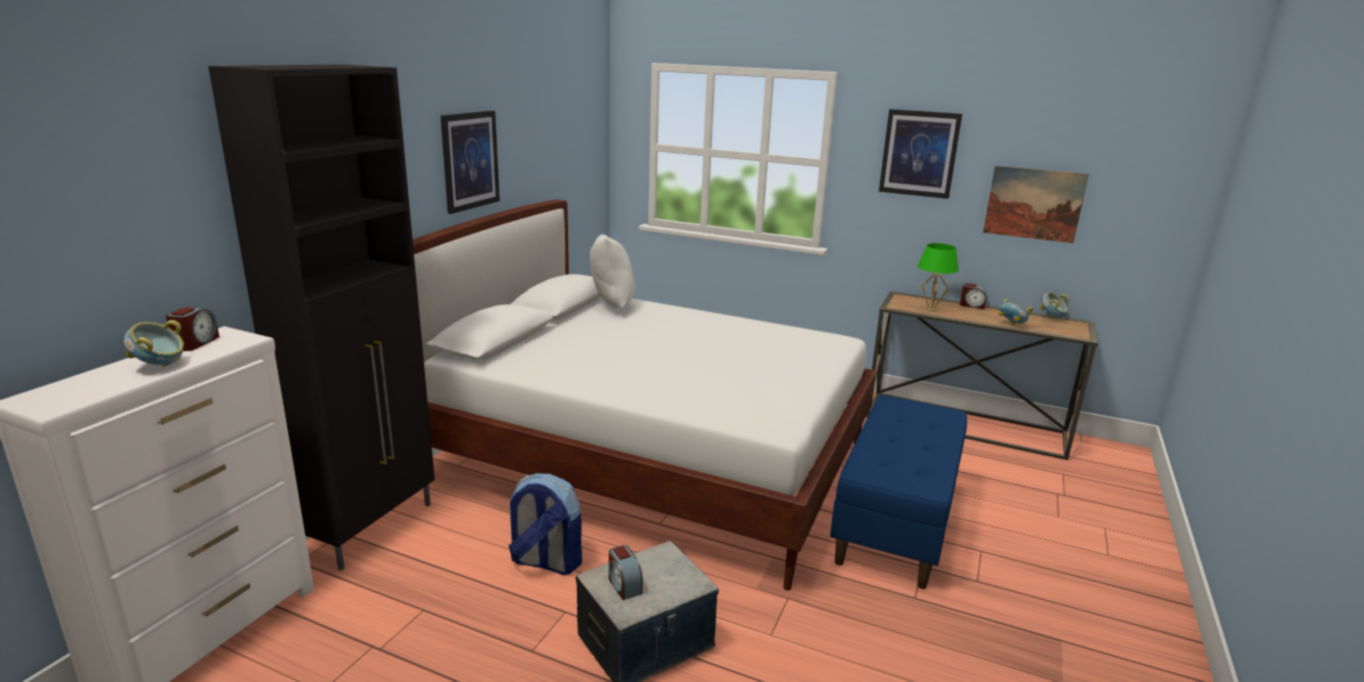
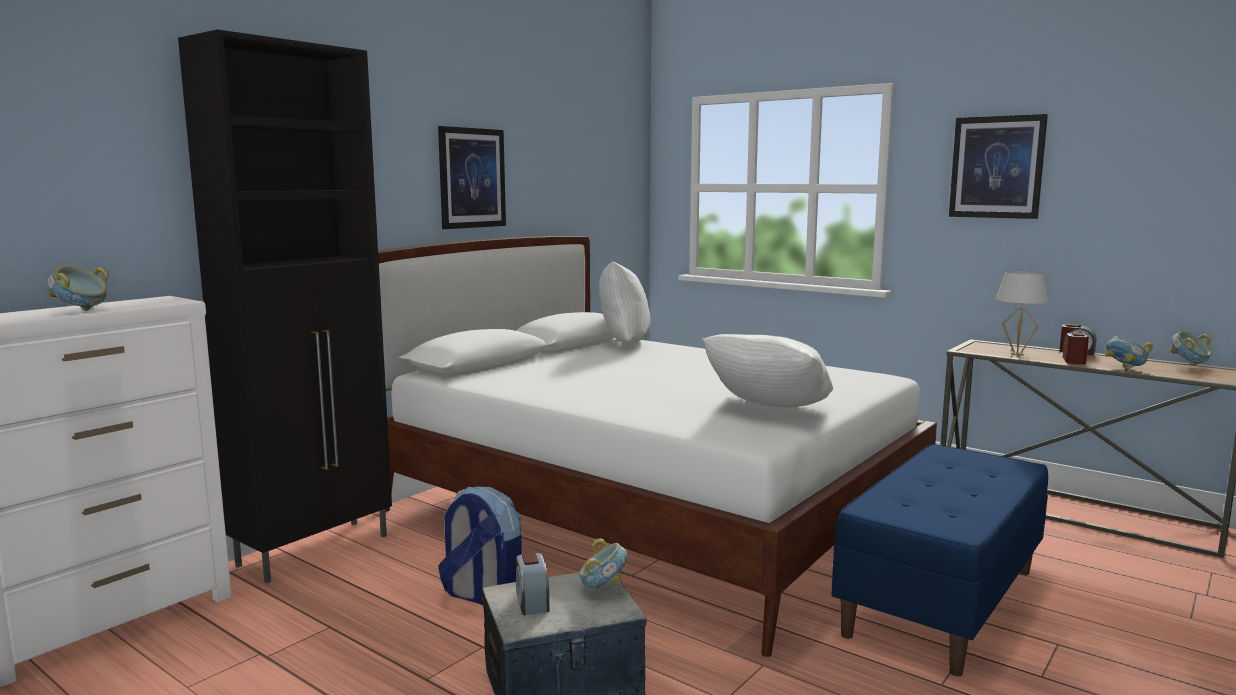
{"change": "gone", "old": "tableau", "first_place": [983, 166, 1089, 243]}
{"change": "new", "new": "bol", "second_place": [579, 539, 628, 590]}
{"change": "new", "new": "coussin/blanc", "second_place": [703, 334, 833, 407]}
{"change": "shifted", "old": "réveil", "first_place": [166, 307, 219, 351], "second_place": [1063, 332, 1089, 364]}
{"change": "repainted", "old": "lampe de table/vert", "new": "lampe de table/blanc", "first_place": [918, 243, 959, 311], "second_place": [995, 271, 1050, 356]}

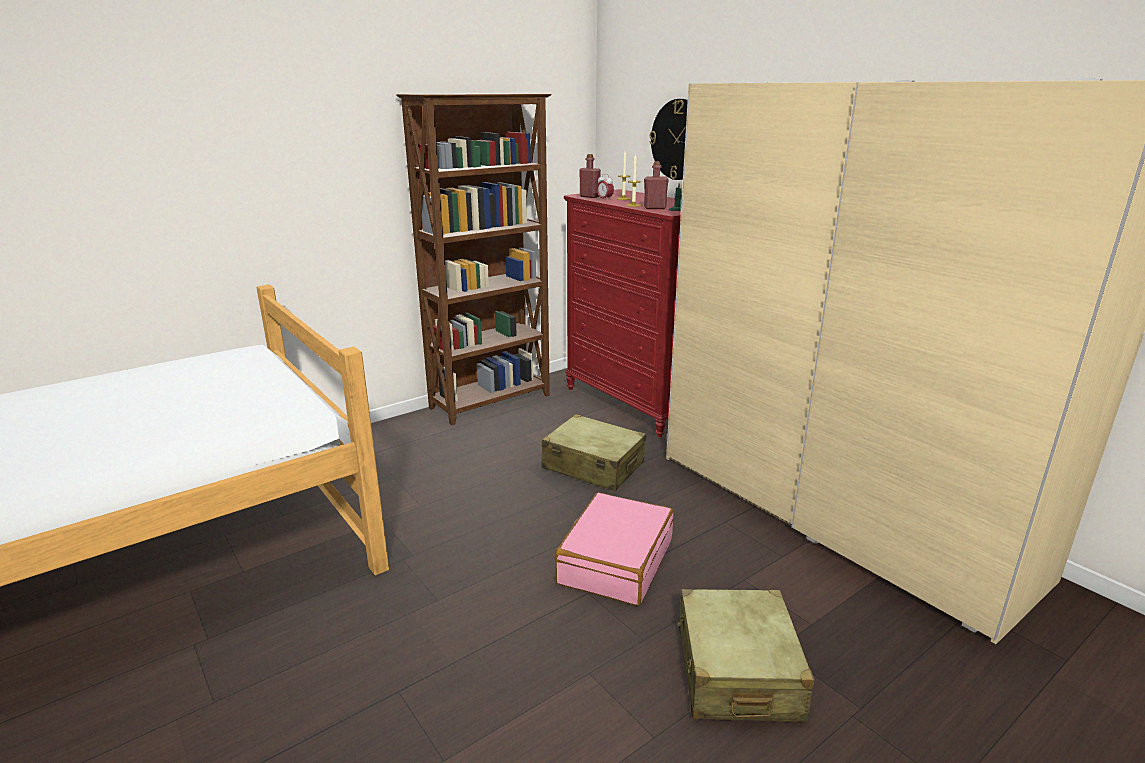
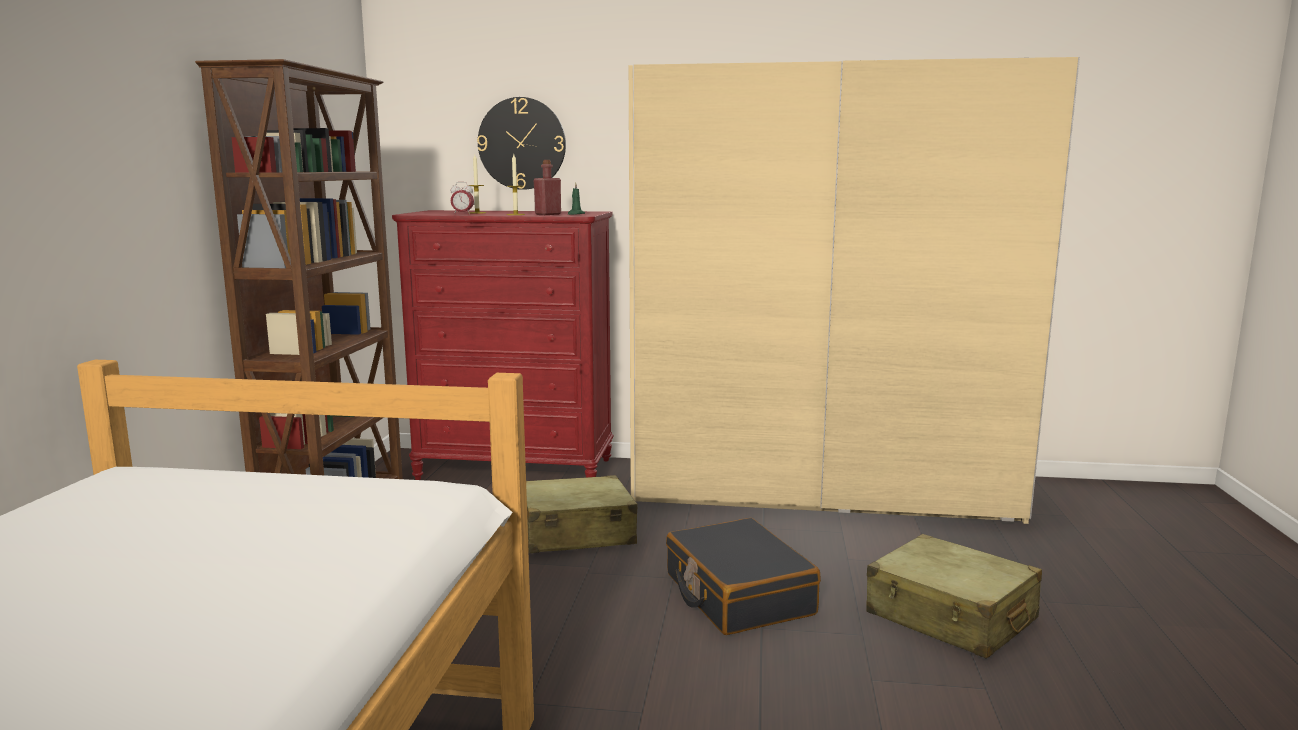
{"change": "gone", "old": "bouteille/rouge", "first_place": [579, 154, 601, 198]}
{"change": "repainted", "old": "valise/rose", "new": "valise/noir", "first_place": [555, 492, 673, 606], "second_place": [666, 518, 821, 635]}

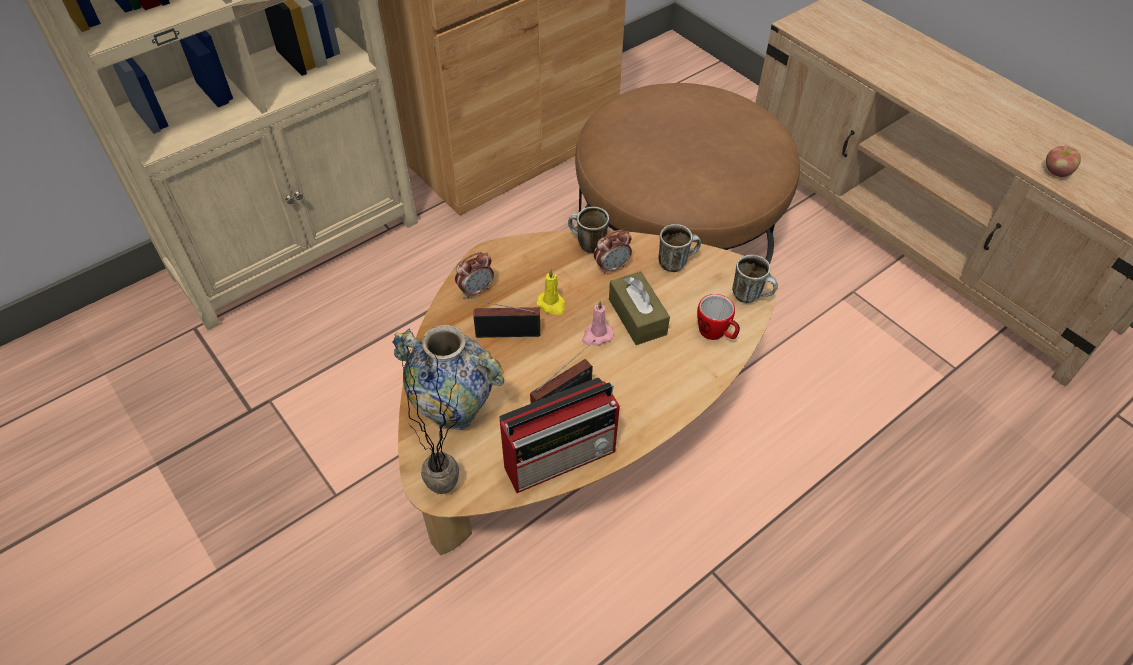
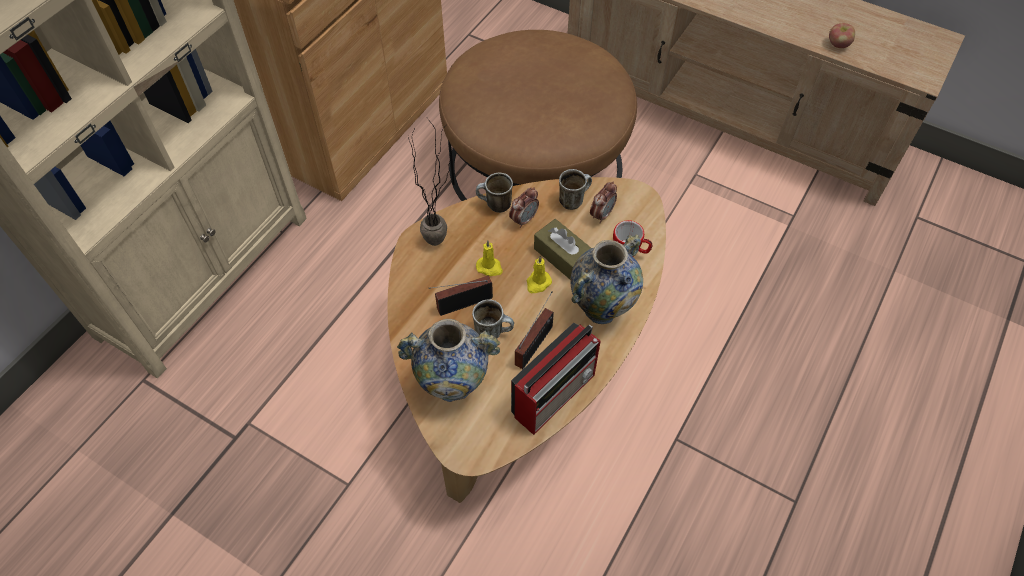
{"change": "new", "new": "vase", "second_place": [570, 235, 643, 324]}
{"change": "shifted", "old": "plante en pot", "first_place": [402, 342, 464, 494], "second_place": [408, 118, 454, 246]}
{"change": "shifted", "old": "réveil", "first_place": [455, 252, 494, 299], "second_place": [590, 181, 617, 223]}
{"change": "shifted", "old": "mug", "first_place": [732, 255, 778, 303], "second_place": [472, 299, 514, 338]}
{"change": "repainted", "old": "bougie/rose", "new": "bougie/jaune", "first_place": [582, 301, 613, 346], "second_place": [527, 256, 552, 293]}

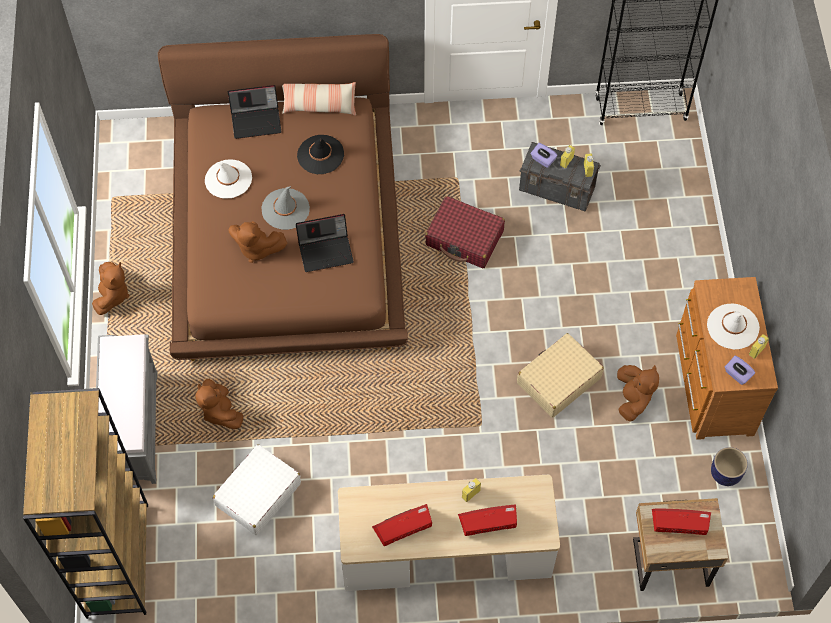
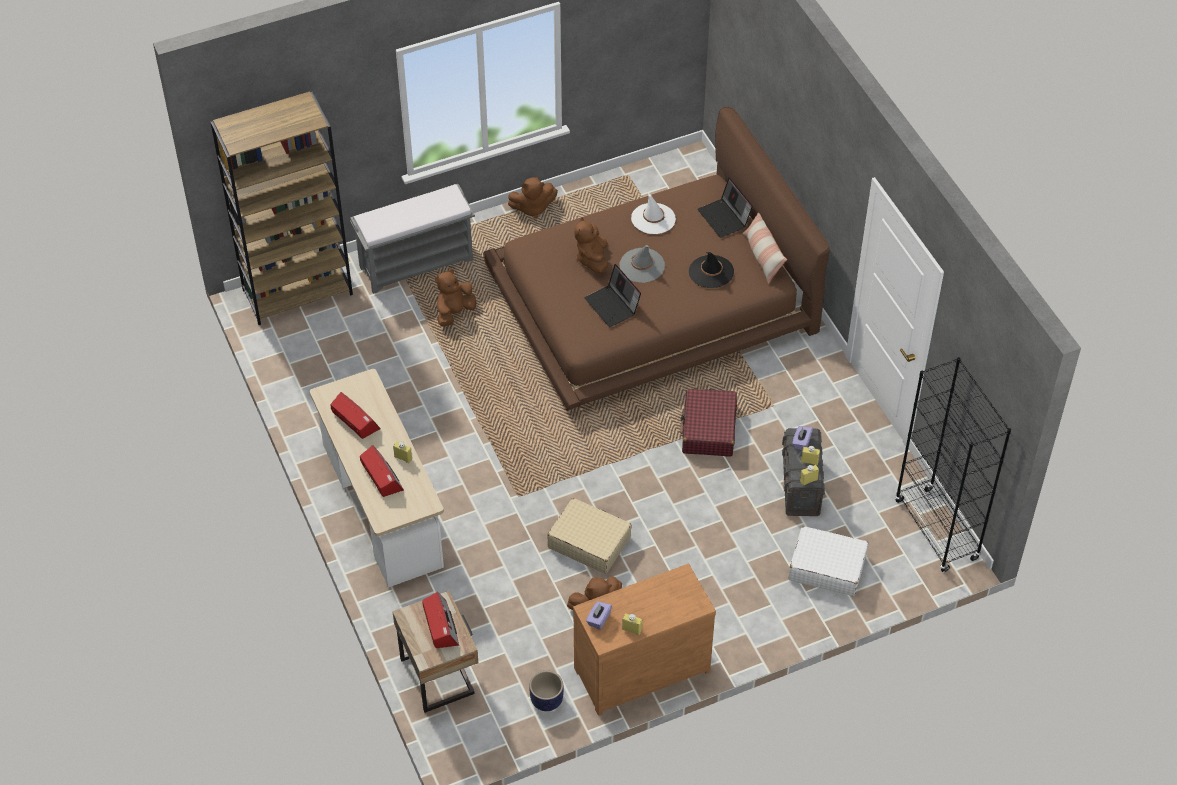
{"change": "gone", "old": "chapeau/blanc", "first_place": [707, 303, 760, 349]}
{"change": "shifted", "old": "valise/blanc", "first_place": [213, 444, 301, 535], "second_place": [788, 526, 868, 596]}

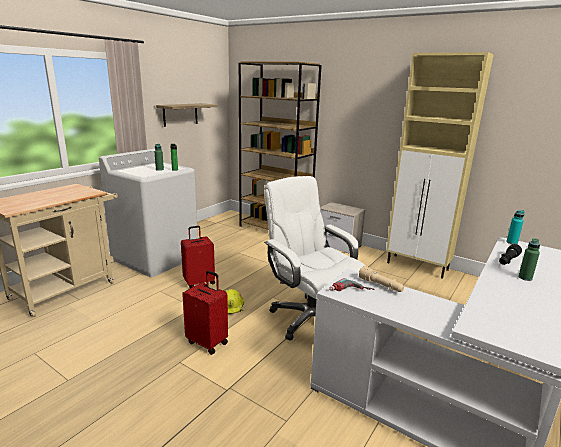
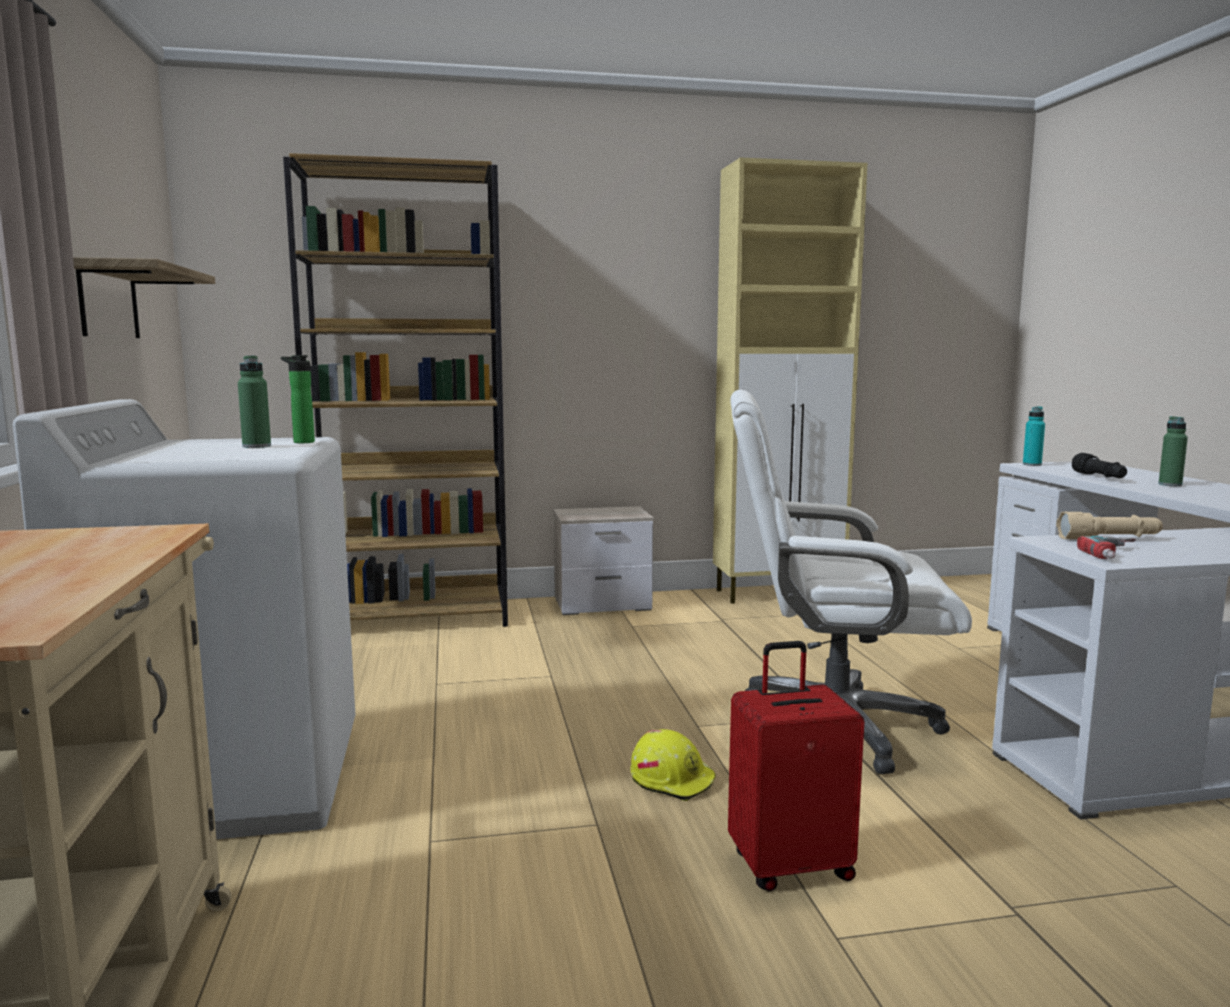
{"change": "gone", "old": "valise/rouge", "first_place": [181, 226, 215, 288]}

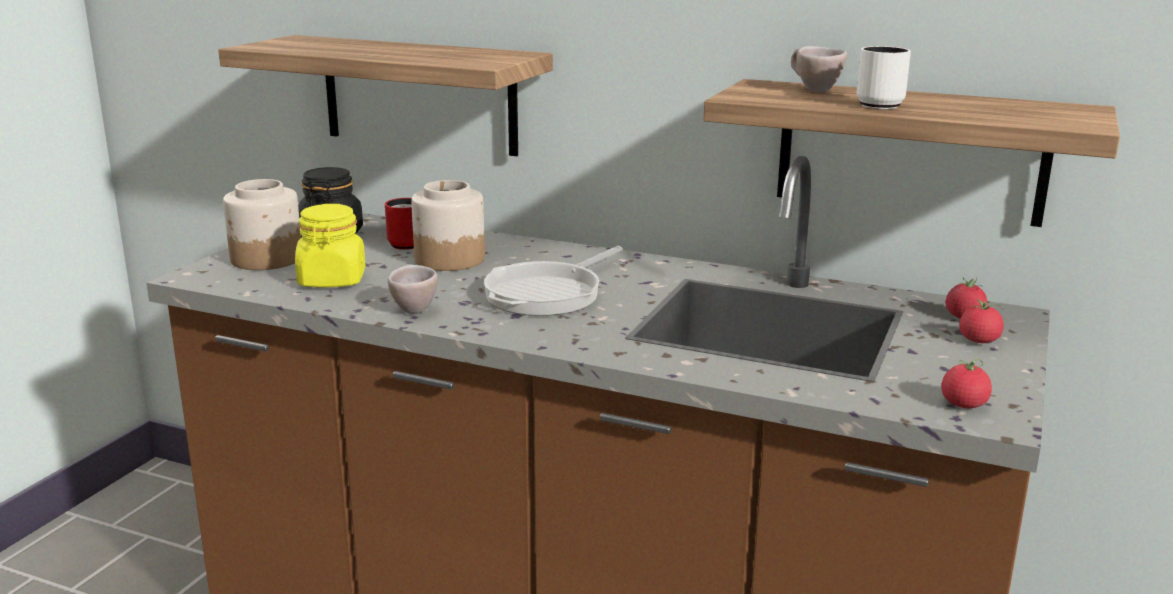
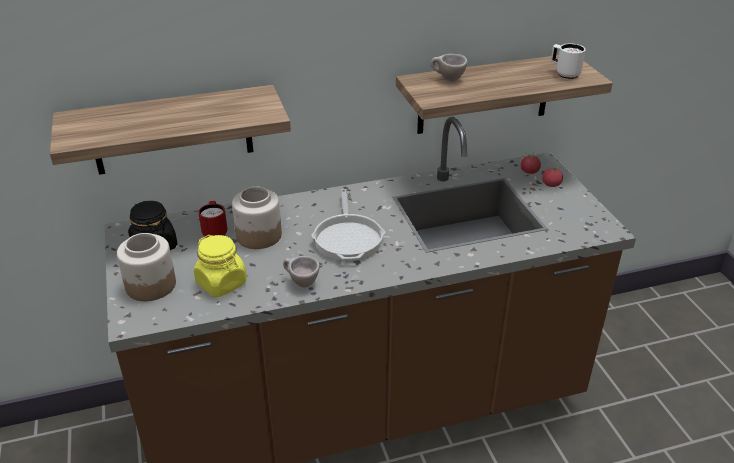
{"change": "gone", "old": "tomate", "first_place": [941, 358, 992, 408]}
{"change": "shifted", "old": "mug/blanc", "first_place": [857, 46, 911, 109], "second_place": [551, 44, 586, 79]}

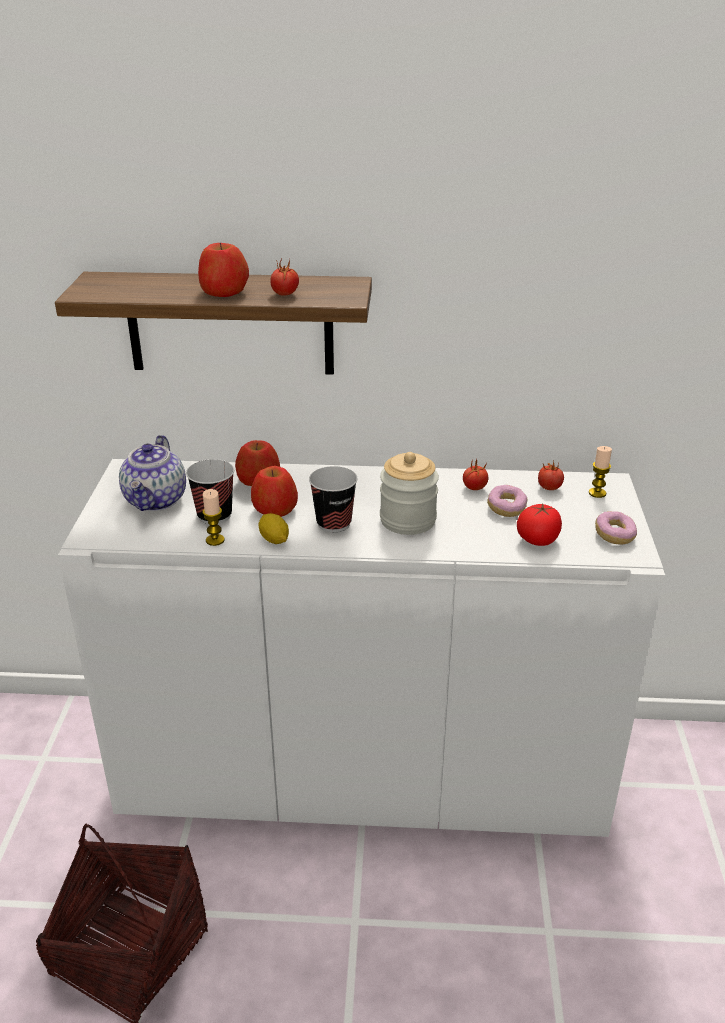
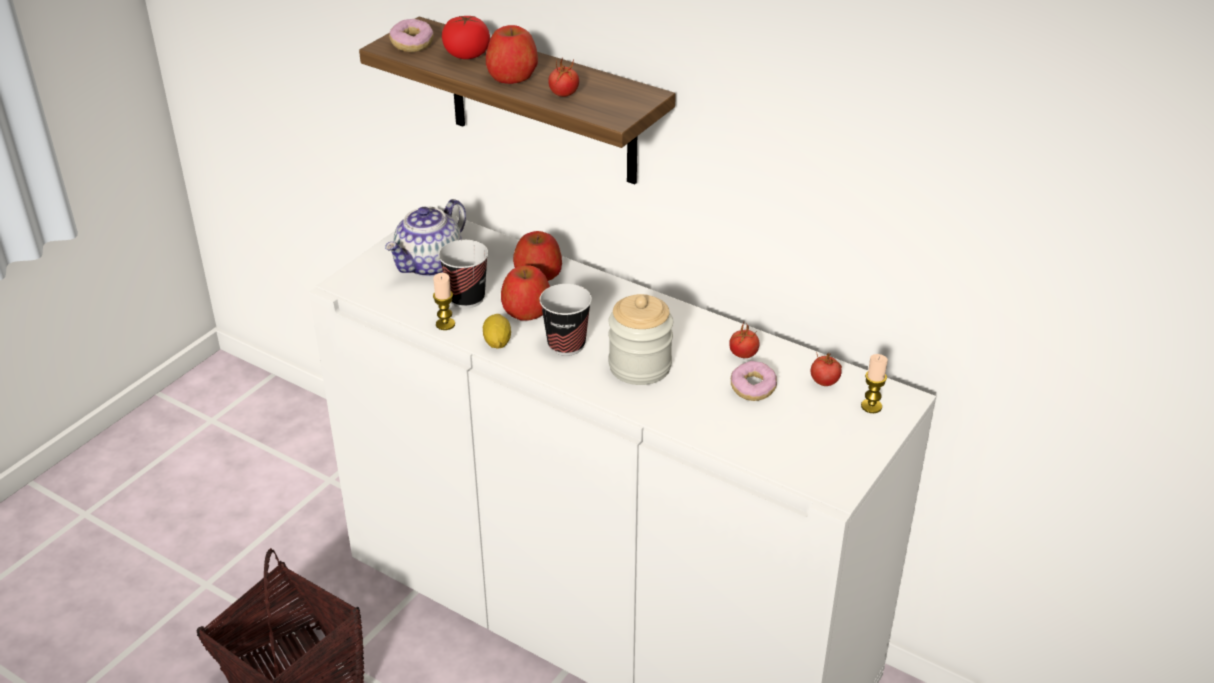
{"change": "shifted", "old": "tomate", "first_place": [517, 503, 562, 546], "second_place": [442, 16, 490, 59]}
{"change": "shifted", "old": "beignet", "first_place": [595, 511, 637, 545], "second_place": [389, 19, 434, 52]}

